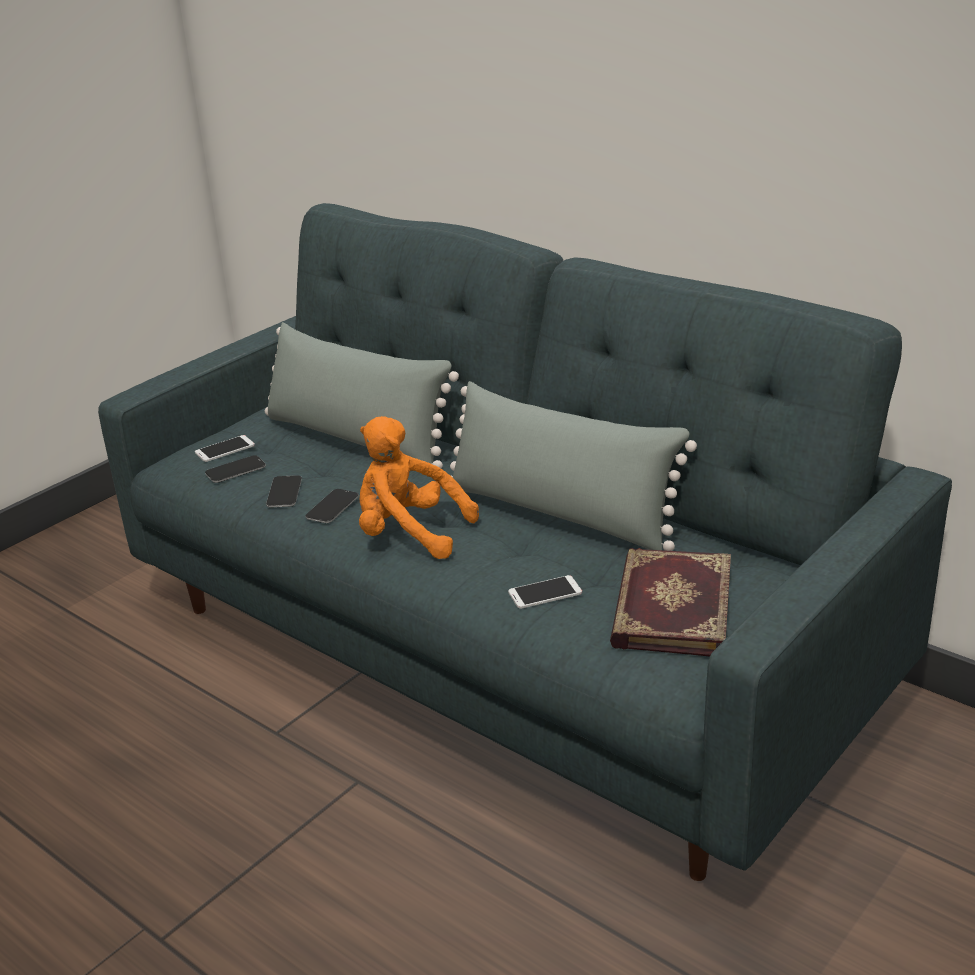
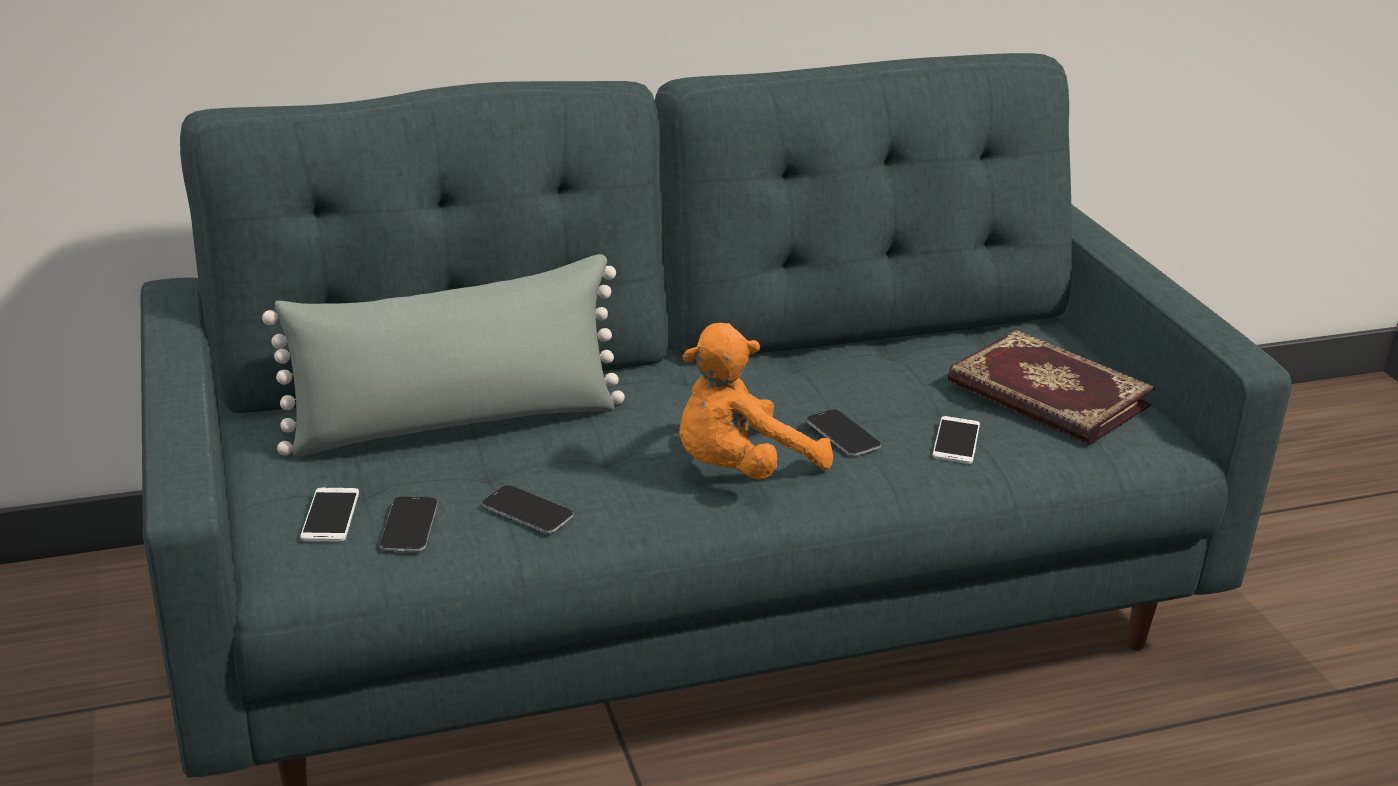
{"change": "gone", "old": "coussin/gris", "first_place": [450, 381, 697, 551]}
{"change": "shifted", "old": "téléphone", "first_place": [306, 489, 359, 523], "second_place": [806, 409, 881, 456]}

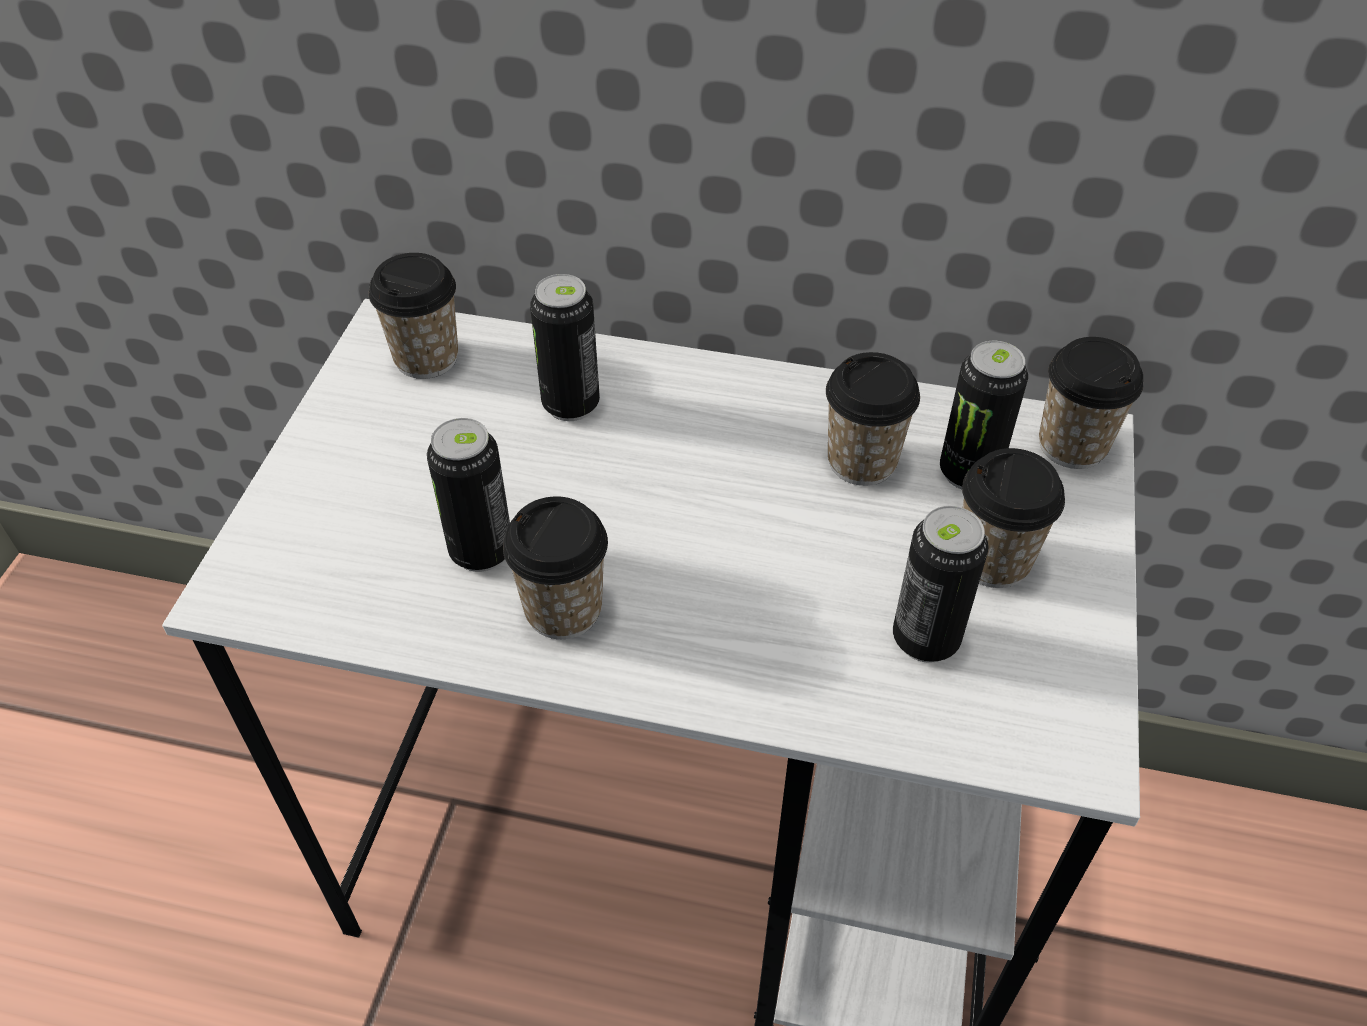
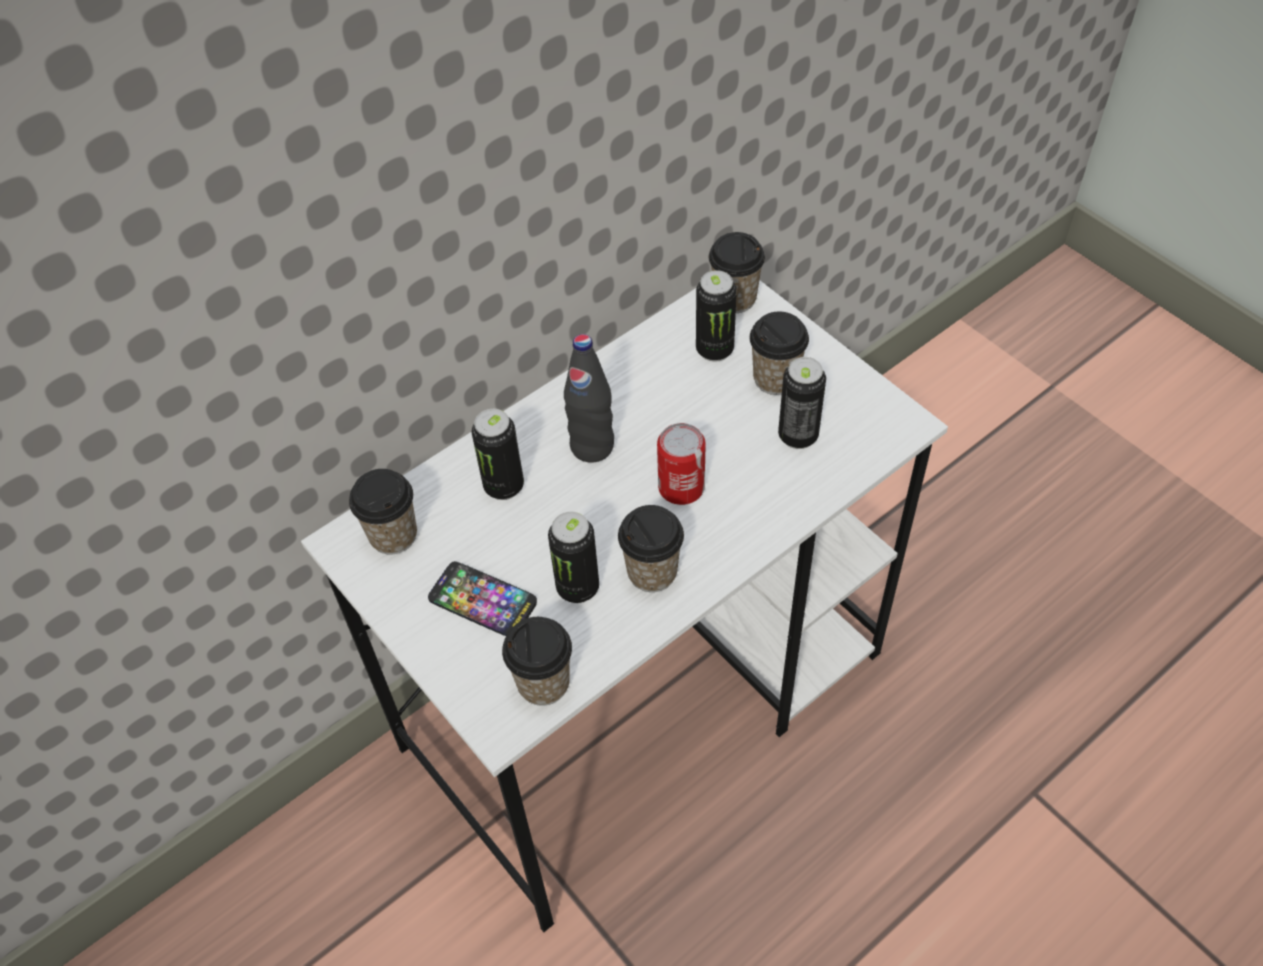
{"change": "new", "new": "téléphone", "second_place": [428, 561, 537, 636]}
{"change": "new", "new": "bouteille/noir", "second_place": [564, 334, 614, 463]}
{"change": "new", "new": "boîte métallique", "second_place": [657, 423, 706, 505]}
{"change": "shifted", "old": "tasse", "first_place": [826, 352, 920, 486], "second_place": [502, 617, 572, 706]}

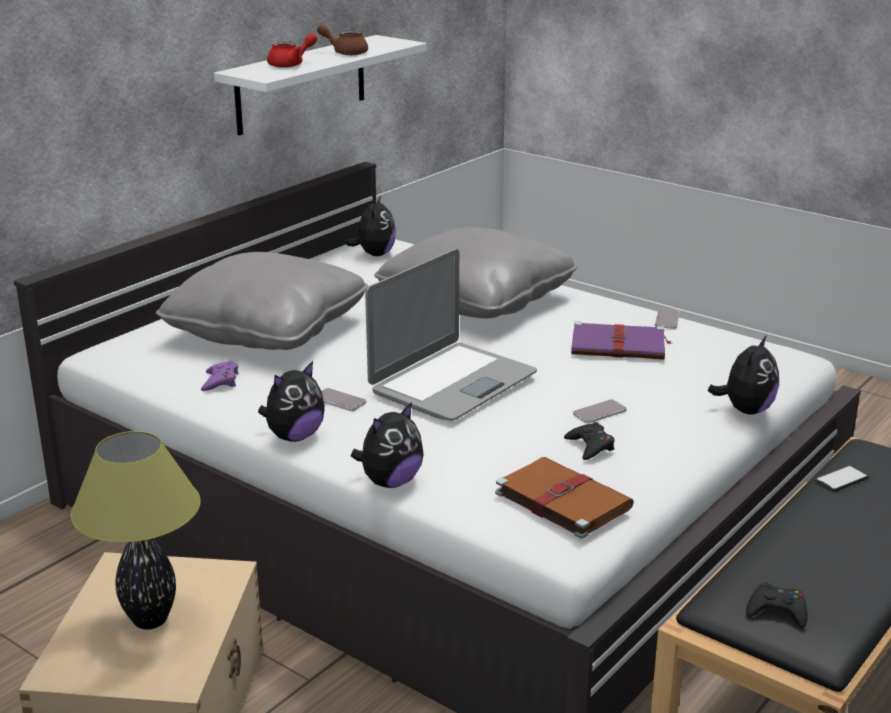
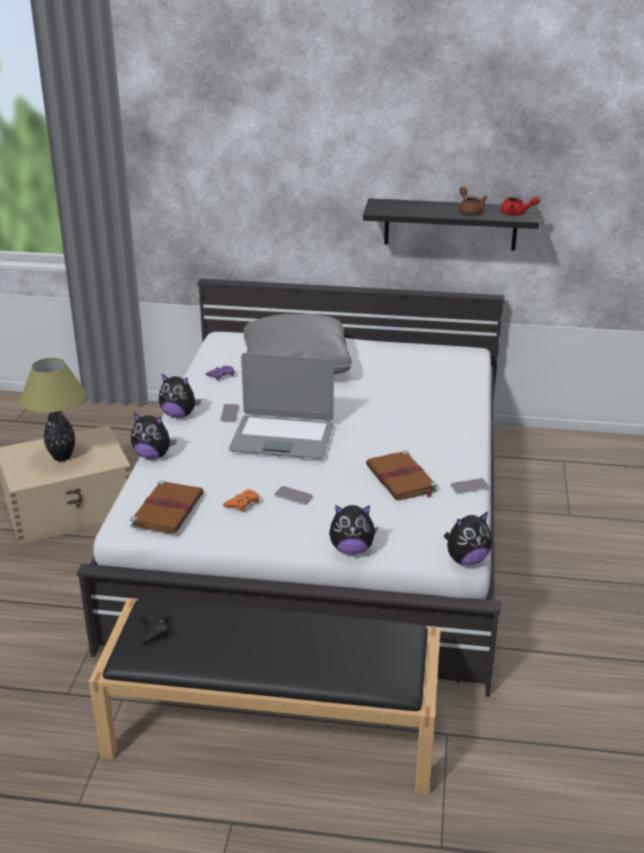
{"change": "gone", "old": "coussin/gris", "first_place": [374, 227, 577, 319]}
{"change": "gone", "old": "téléphone", "first_place": [815, 465, 869, 491]}
{"change": "shifted", "old": "théière/rouge", "first_place": [267, 33, 317, 68], "second_place": [500, 196, 540, 216]}
{"change": "shifted", "old": "peluche", "first_place": [345, 195, 396, 256], "second_place": [444, 512, 492, 565]}
{"change": "repainted", "old": "étagère/blanc", "new": "étagère/noir", "first_place": [214, 35, 426, 135], "second_place": [363, 198, 539, 251]}
{"change": "repainted", "old": "manette/noir", "new": "manette/orange", "first_place": [564, 422, 614, 460], "second_place": [223, 490, 259, 512]}
{"change": "repainted", "old": "livre/violet", "new": "livre/marron", "first_place": [571, 321, 672, 360], "second_place": [366, 451, 437, 500]}

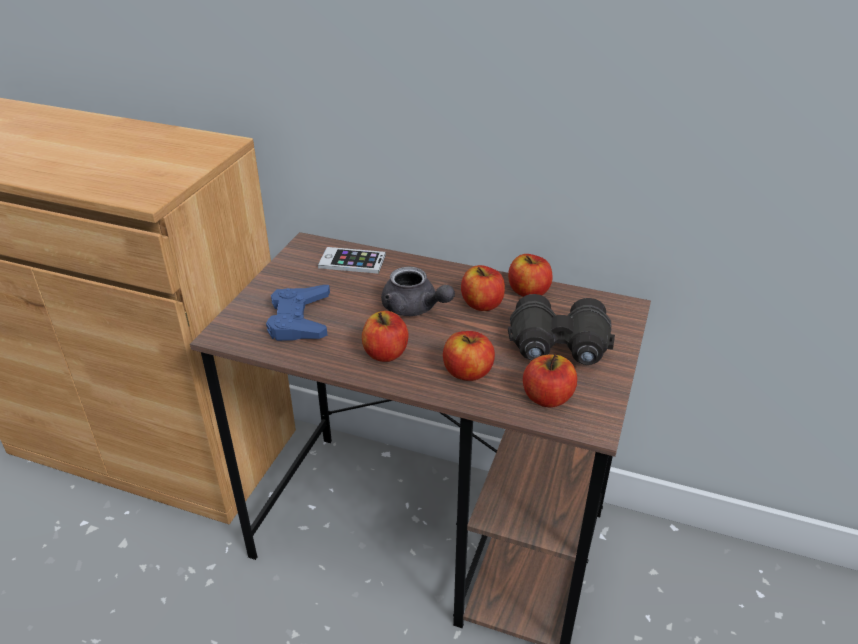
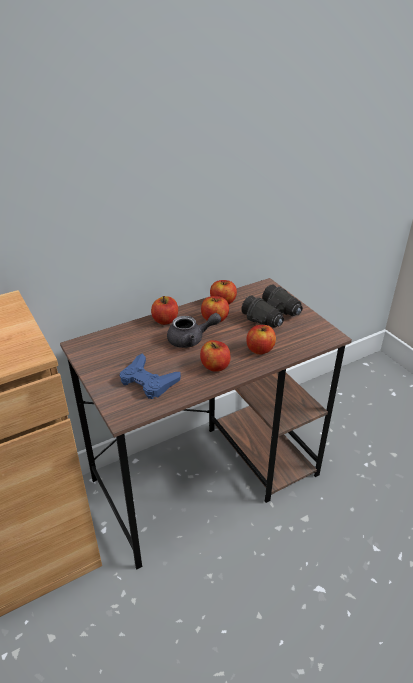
{"change": "gone", "old": "téléphone", "first_place": [318, 247, 386, 274]}
{"change": "shifted", "old": "pomme", "first_place": [523, 355, 577, 408], "second_place": [151, 296, 178, 325]}

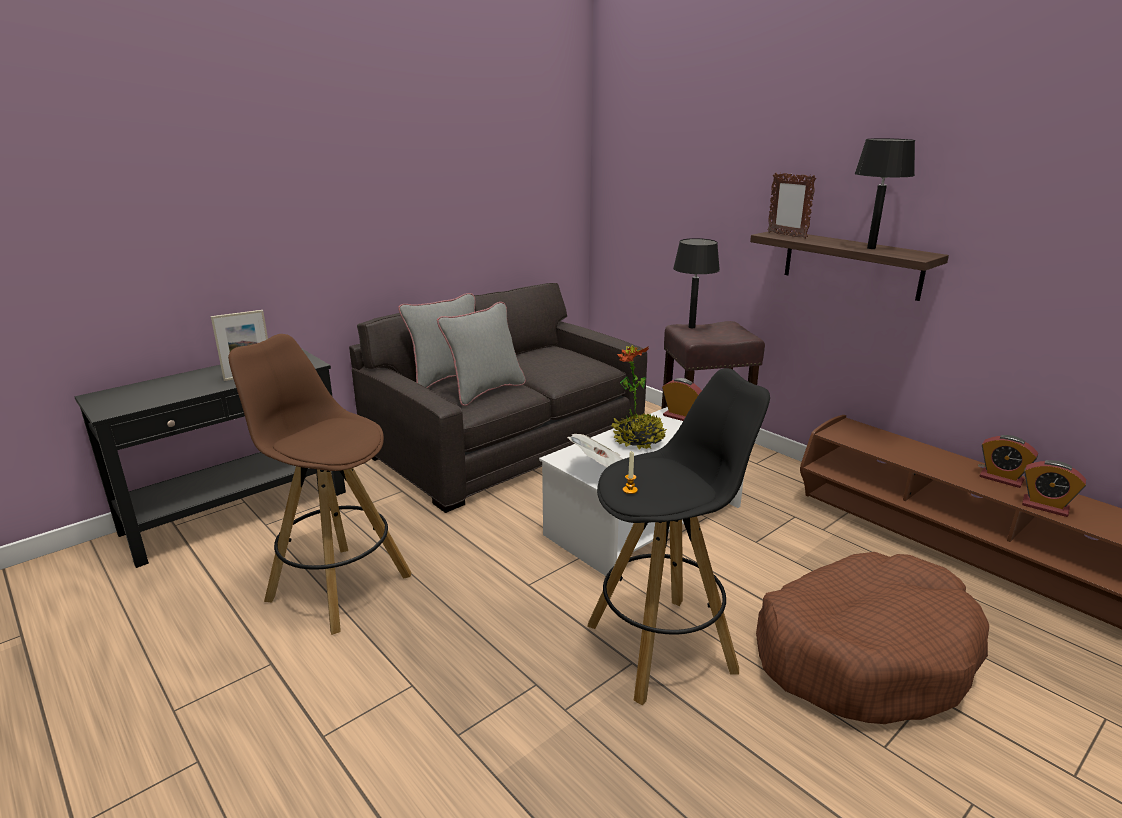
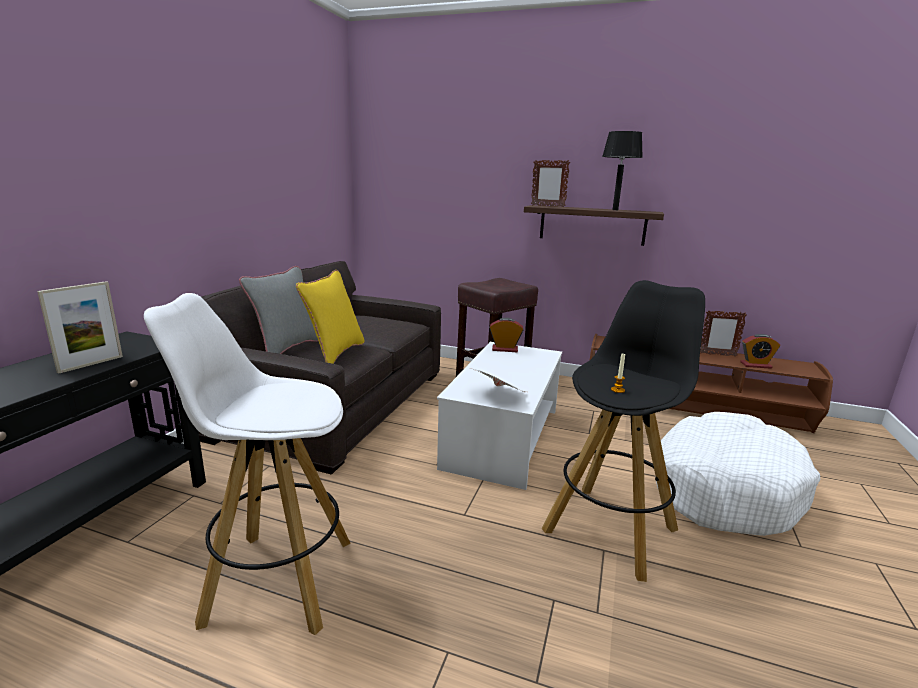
{"change": "gone", "old": "plante en pot", "first_place": [612, 345, 666, 449]}
{"change": "gone", "old": "lampe de table/noir", "first_place": [673, 238, 720, 328]}
{"change": "swapped", "old": "réveil", "new": "cadre photo", "first_place": [980, 435, 1038, 488], "second_place": [700, 310, 747, 357]}
{"change": "repainted", "old": "tabouret/marron", "new": "tabouret/blanc", "first_place": [228, 334, 412, 635], "second_place": [144, 293, 351, 635]}
{"change": "repainted", "old": "coussin/gris", "new": "coussin/jaune", "first_place": [437, 302, 526, 406], "second_place": [296, 270, 364, 364]}
{"change": "repainted", "old": "panier pour chien/marron", "new": "panier pour chien/blanc", "first_place": [756, 552, 989, 724], "second_place": [655, 412, 820, 536]}

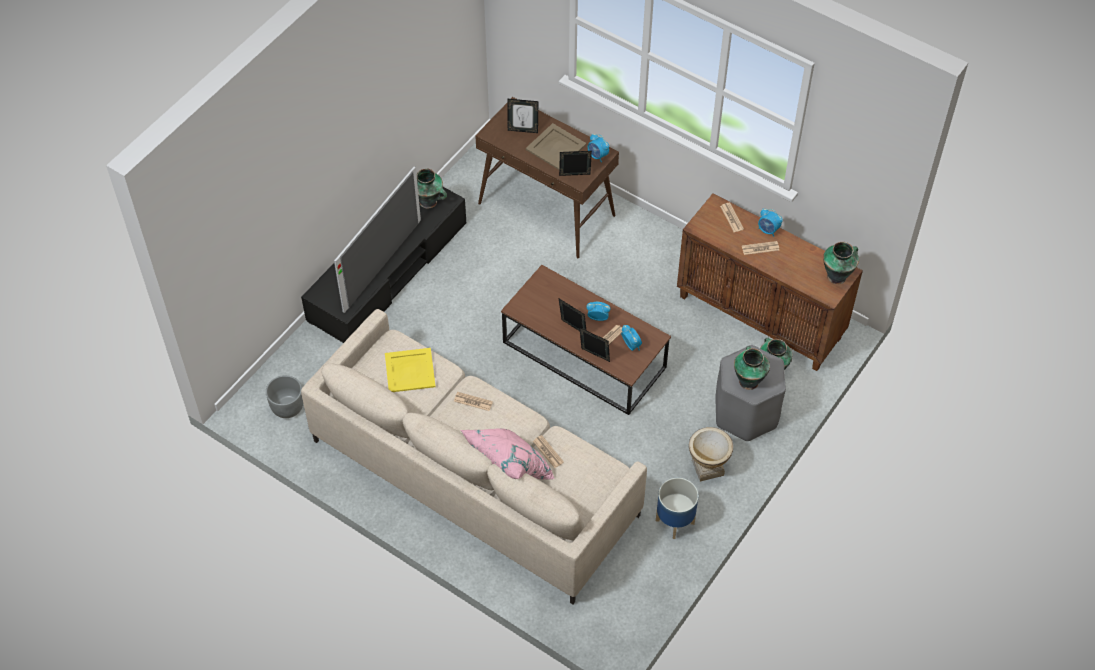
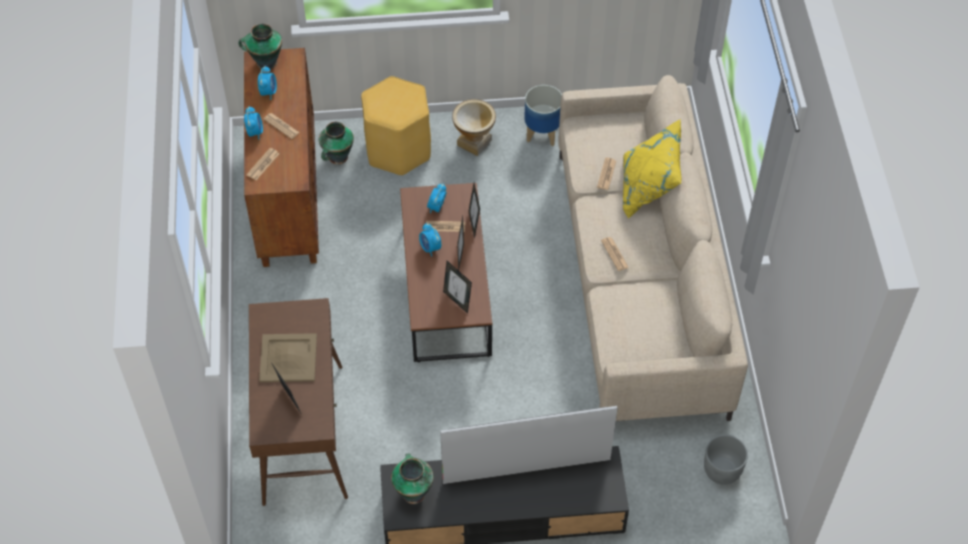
{"change": "gone", "old": "plateau/jaune", "first_place": [385, 348, 436, 392]}
{"change": "gone", "old": "vase", "first_place": [734, 346, 770, 390]}
{"change": "shifted", "old": "cadre photo", "first_place": [559, 151, 592, 176], "second_place": [443, 261, 472, 314]}
{"change": "shifted", "old": "réveil", "first_place": [588, 134, 609, 162], "second_place": [258, 66, 277, 100]}
{"change": "repainted", "old": "coussin/rose", "new": "coussin/jaune", "first_place": [461, 428, 554, 480], "second_place": [623, 118, 682, 219]}
{"change": "repainted", "old": "tabouret/gris", "new": "tabouret/jaune", "first_place": [715, 345, 786, 441], "second_place": [361, 76, 431, 176]}

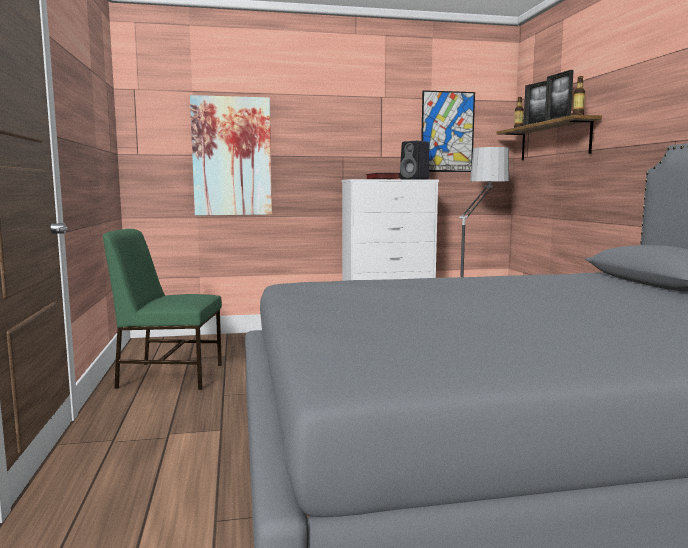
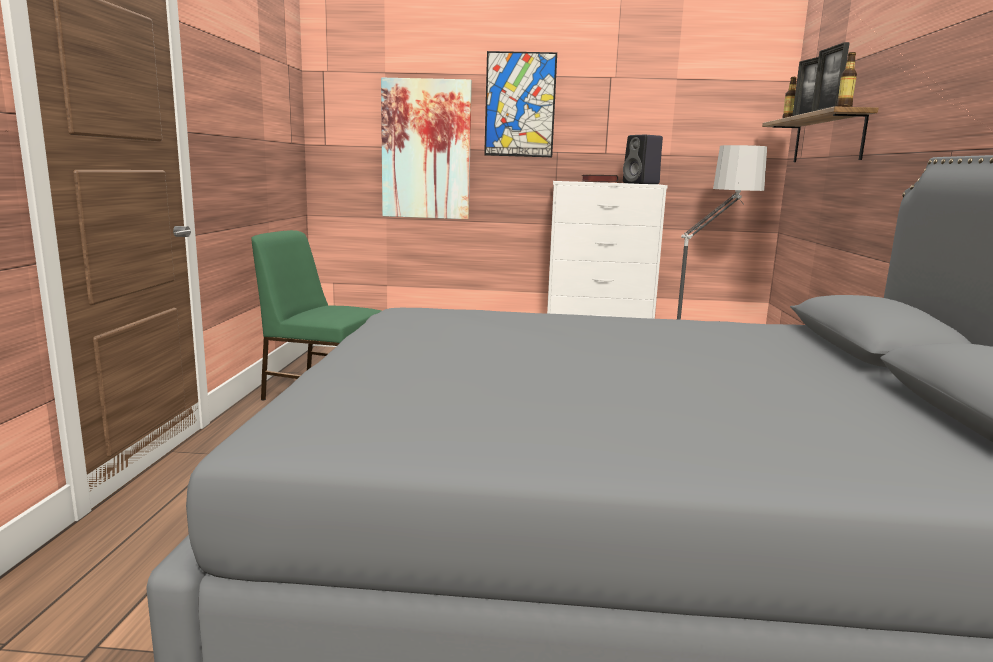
{"change": "shifted", "old": "tableau", "first_place": [421, 90, 475, 172], "second_place": [484, 51, 557, 157]}

